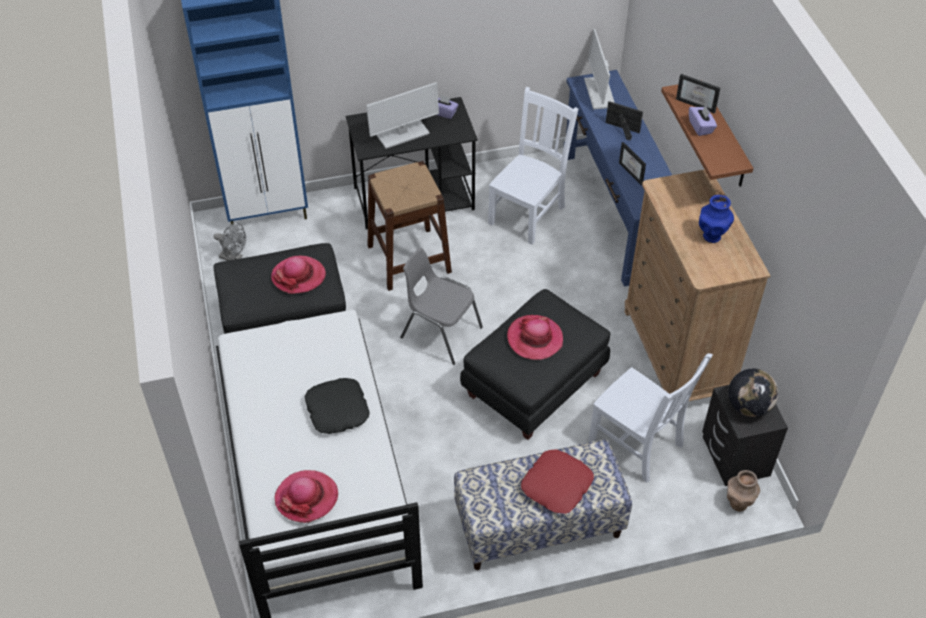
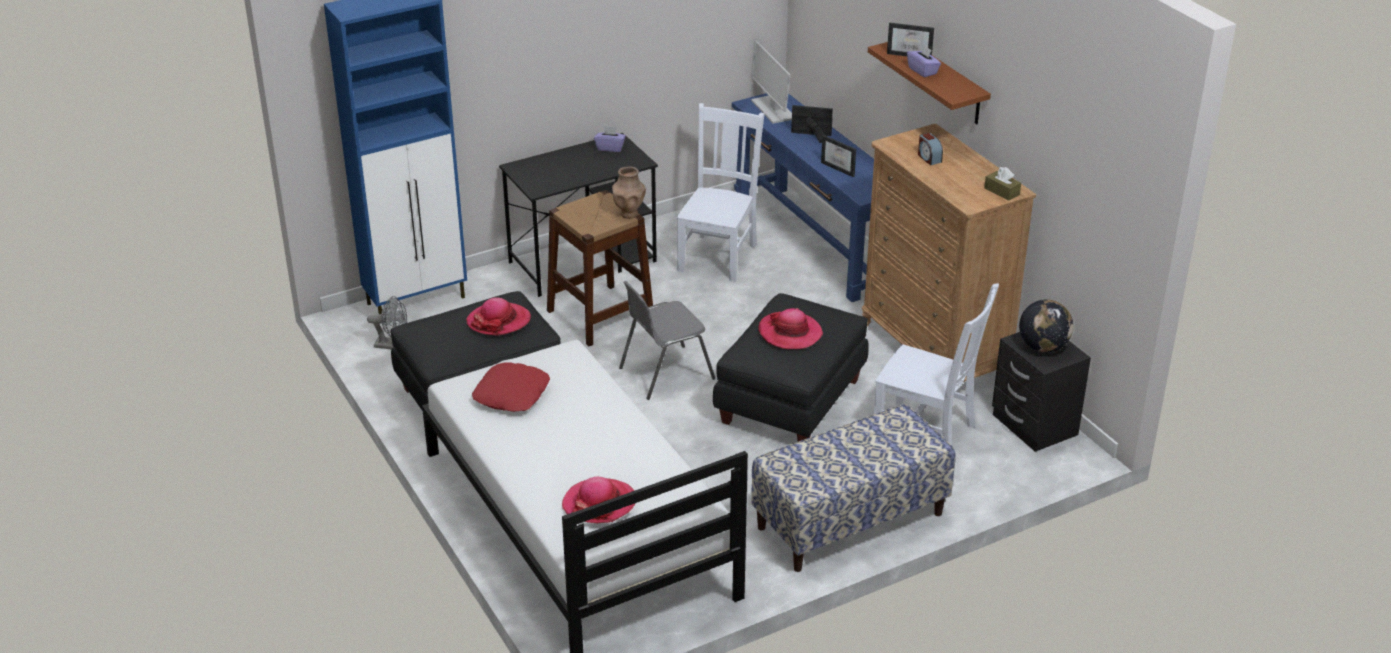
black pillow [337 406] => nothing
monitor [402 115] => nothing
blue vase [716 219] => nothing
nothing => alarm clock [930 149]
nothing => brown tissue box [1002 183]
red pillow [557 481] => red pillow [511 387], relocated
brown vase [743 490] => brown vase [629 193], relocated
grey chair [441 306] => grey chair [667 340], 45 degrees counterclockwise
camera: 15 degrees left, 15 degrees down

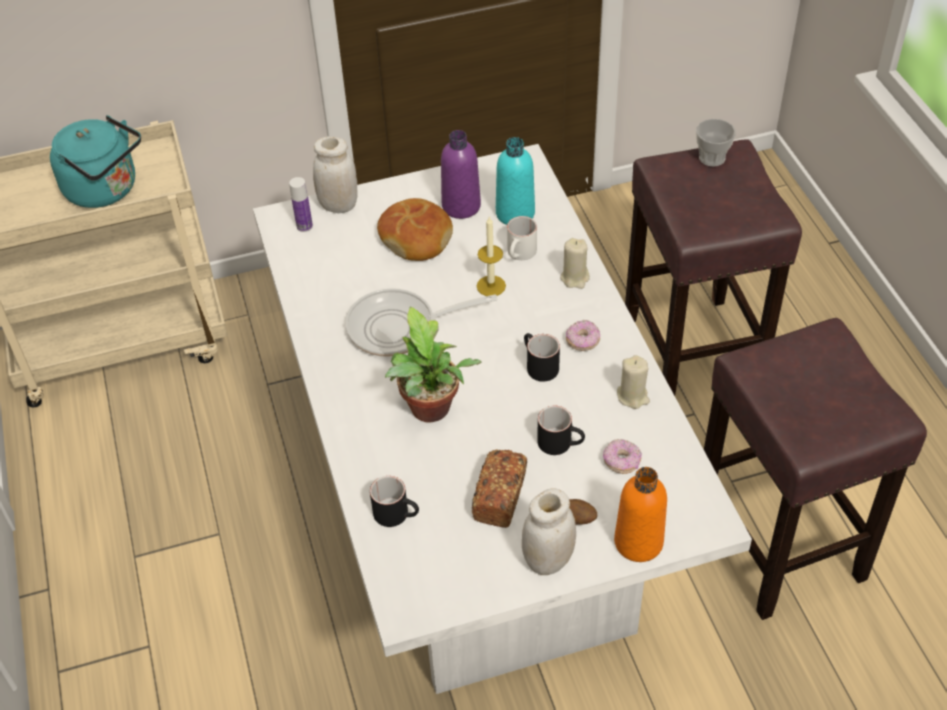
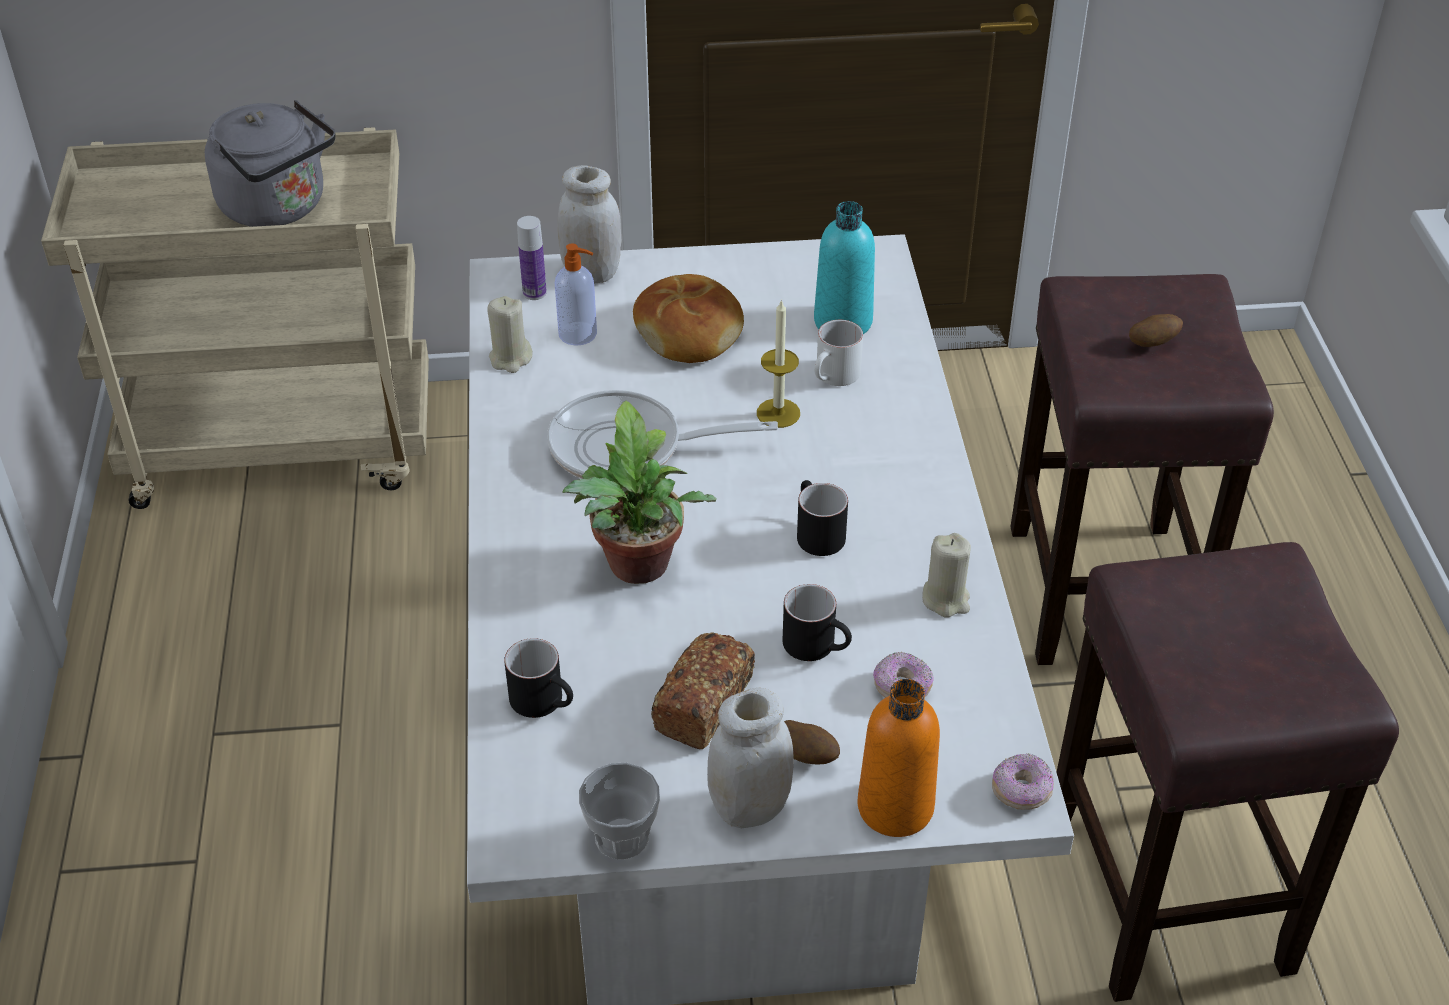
purple bottle [461 174] => nothing
nothing => soap dispenser [576 294]
nothing => potato [1156 330]
beige candle [575 263] => beige candle [510 334], relocated
donut [583 335] => donut [1023 781], relocated
cup [716 143] => cup [619 811], relocated
turquoise kettle [95 161] => grey kettle [270 163]
camera: 10 degrees right, 5 degrees down

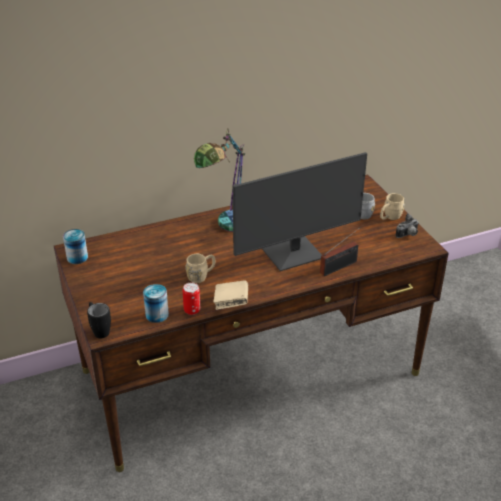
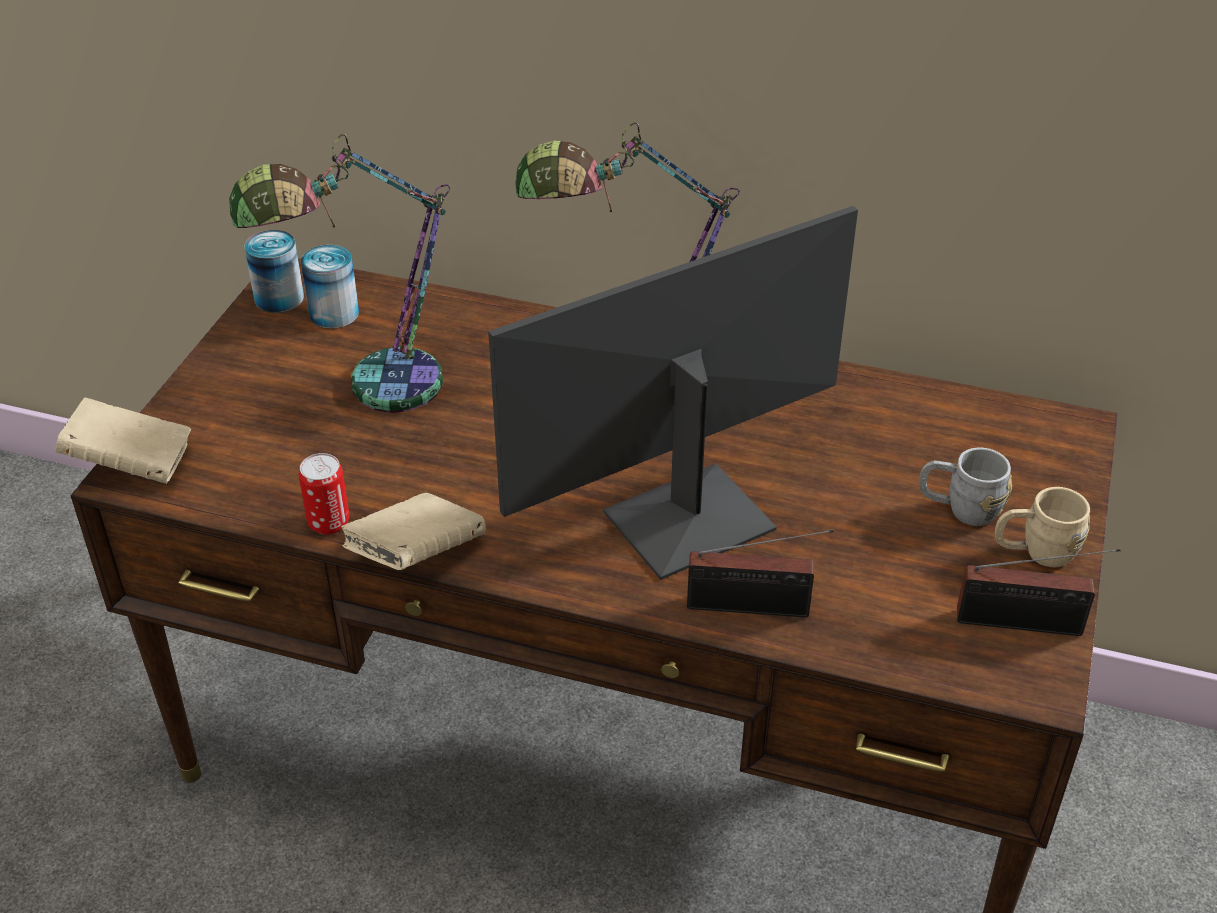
beige mug [200 268] => nothing
nothing => table lamp [339 273]
can [156 303] => can [330 287], relocated
black mug [99 320] => beige book [123 441]
photo camera [406 225] => radio [1038 592]
monitor [300 211] => monitor [673 393], 135 degrees clockwise
camera: 40 degrees right, 5 degrees up

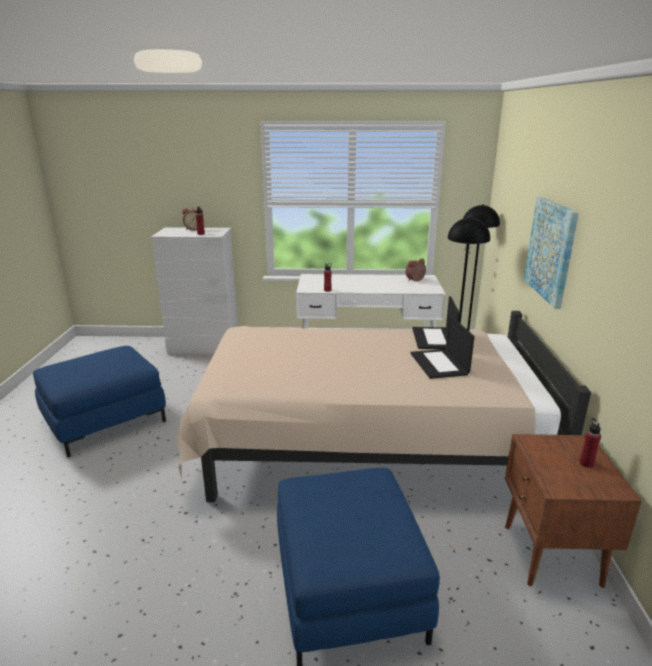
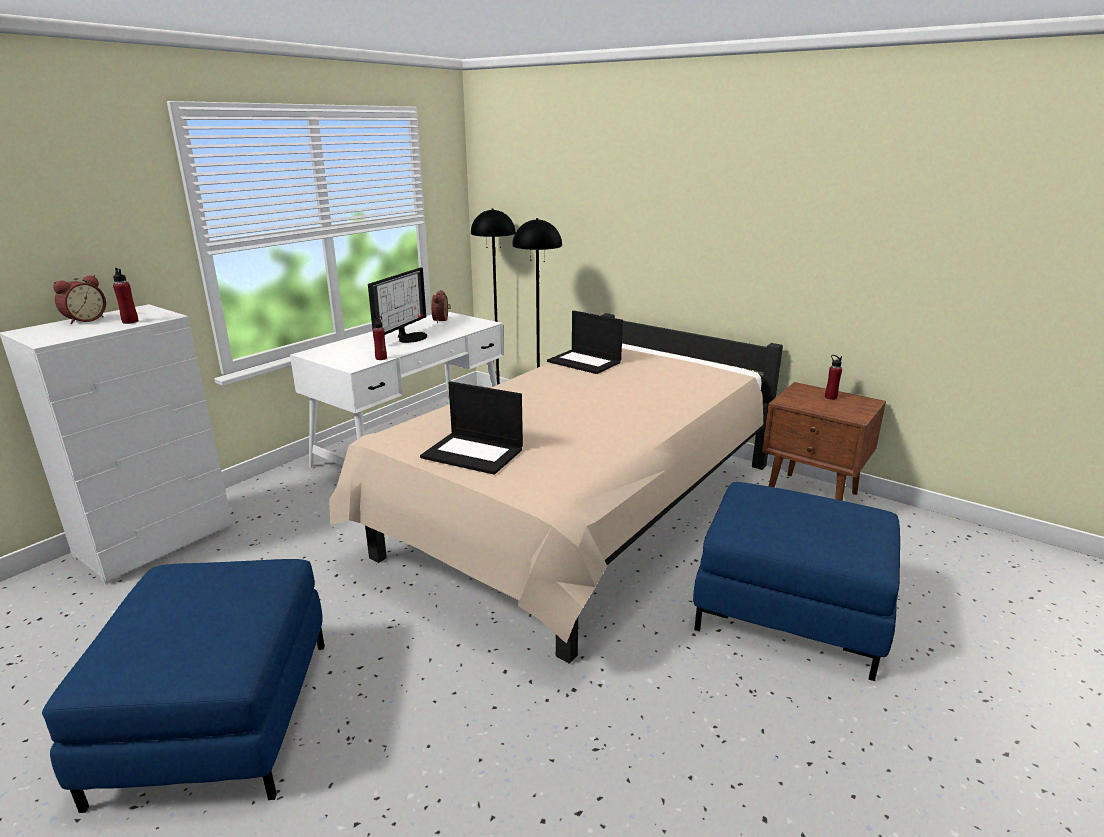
picture [551 253] => nothing
nothing => monitor [397 305]
laptop [442 347] => laptop [471 428], relocated
camera: 55 degrees left, 0 degrees up

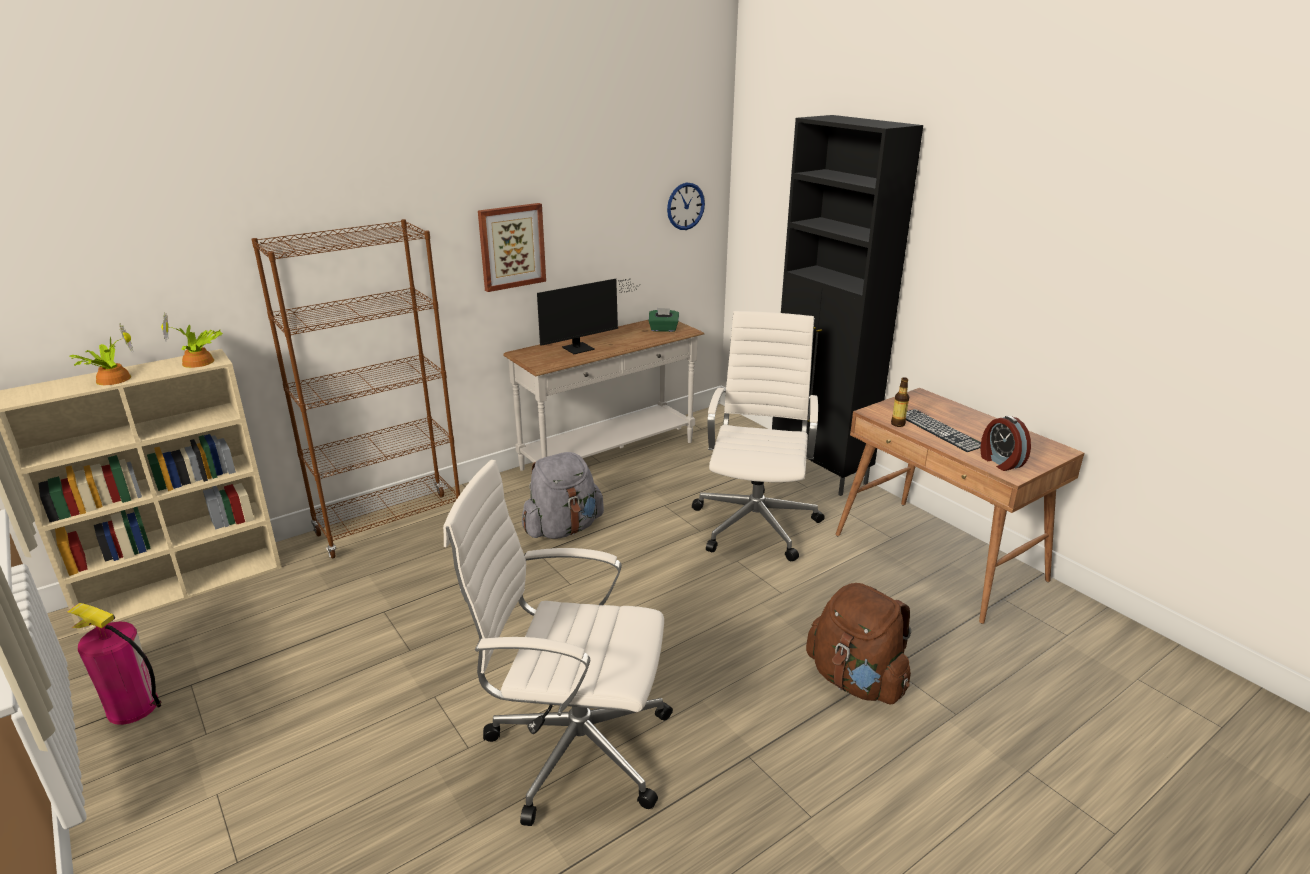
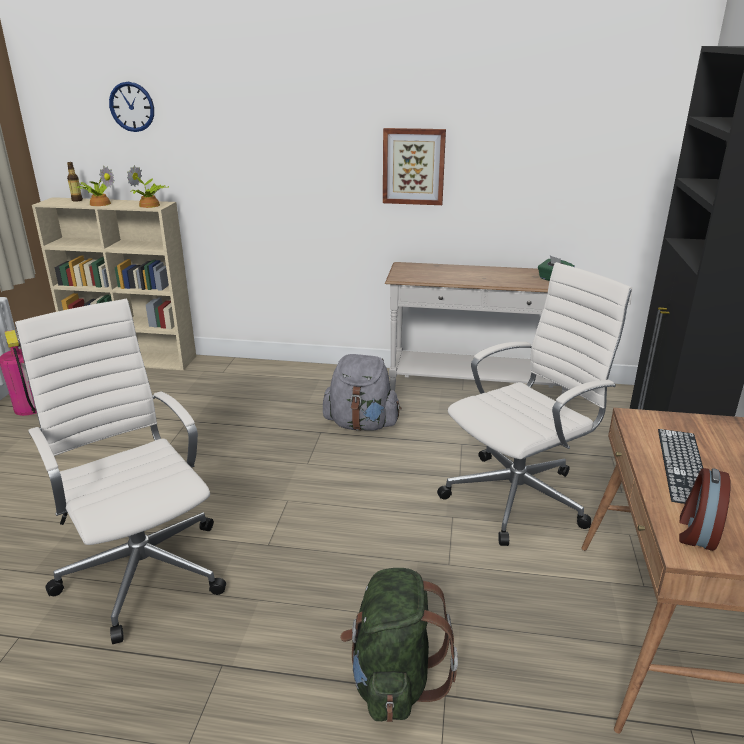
brown bookcase [356 389] => nothing
monitor [589 316] => nothing
wall clock [686 206] => wall clock [131 107], relocated
bottle [900 402] => bottle [75 182], relocated
brown backpack [858 643] => green backpack [399 645]
camera: 45 degrees right, 0 degrees up

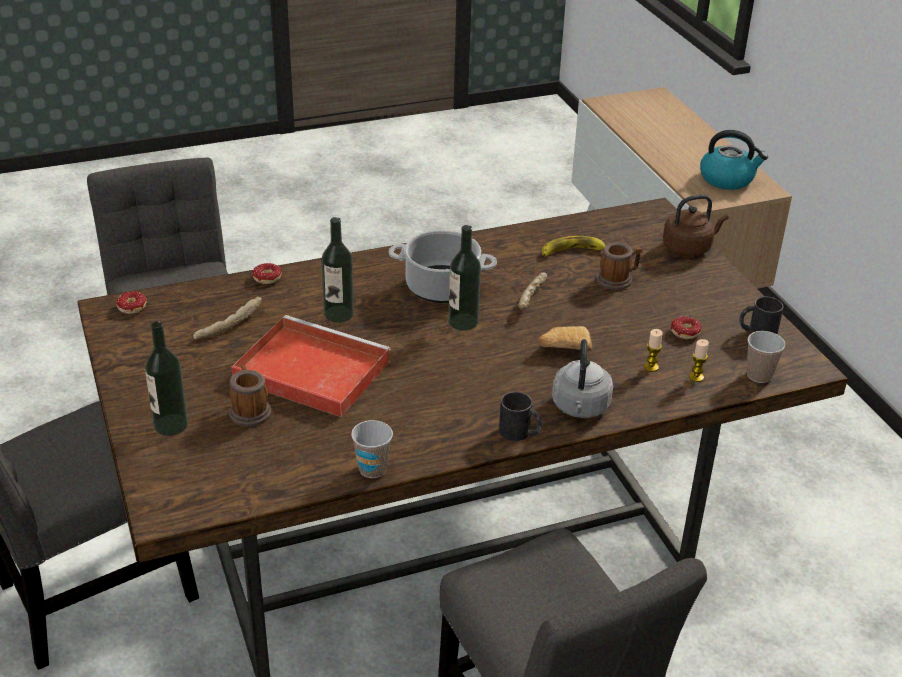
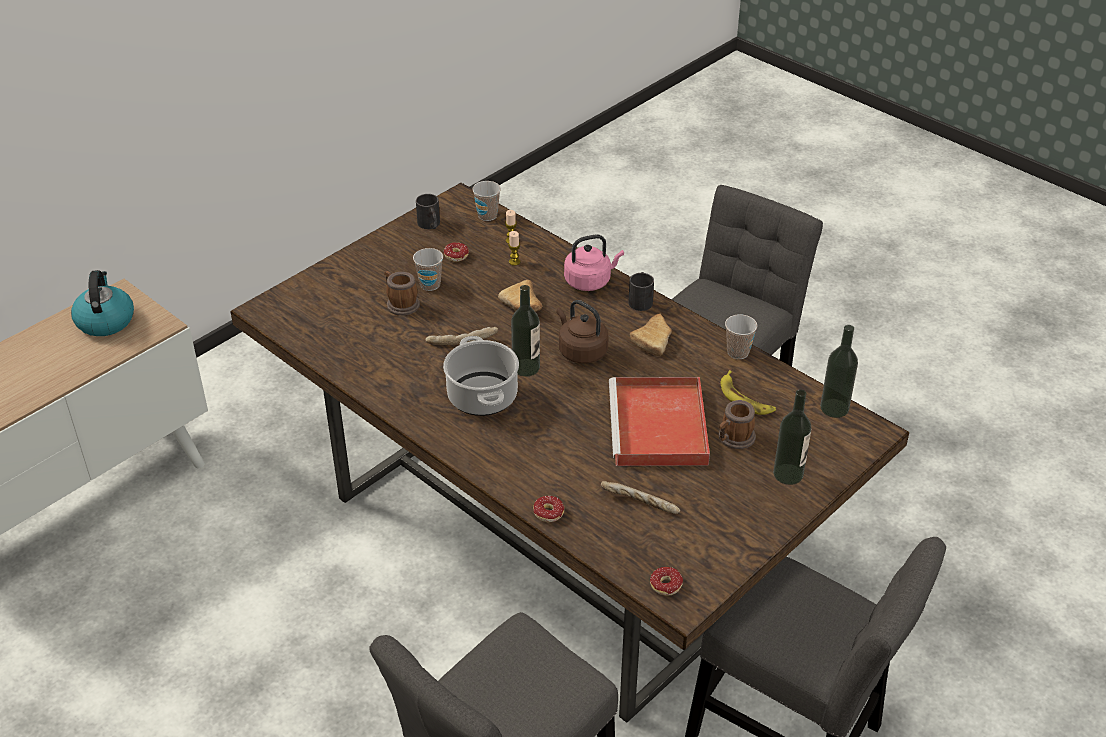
nothing => cup [428 269]
nothing => bread [651 334]
bottle [337 270] => bottle [839 371], relocated
banana [573 246] => banana [748 392], relocated
brown kettle [696 226] => brown kettle [582 331], relocated
grey kettle [582 378] => pink kettle [594 262]
camera: 115 degrees left, 5 degrees up

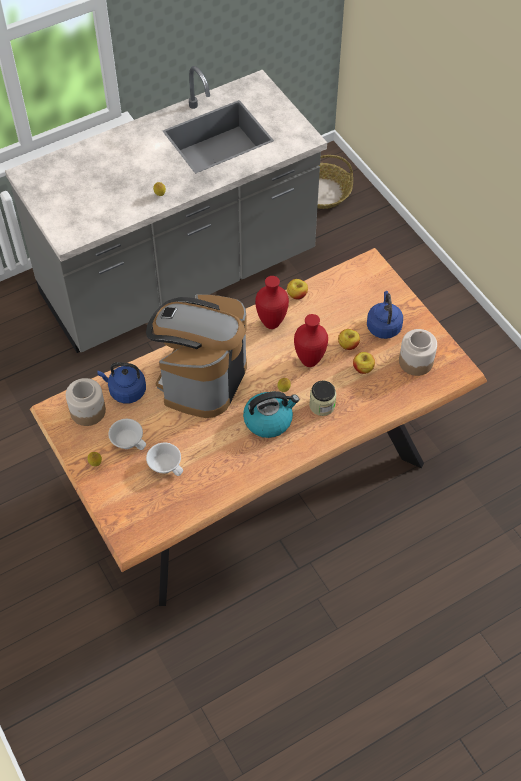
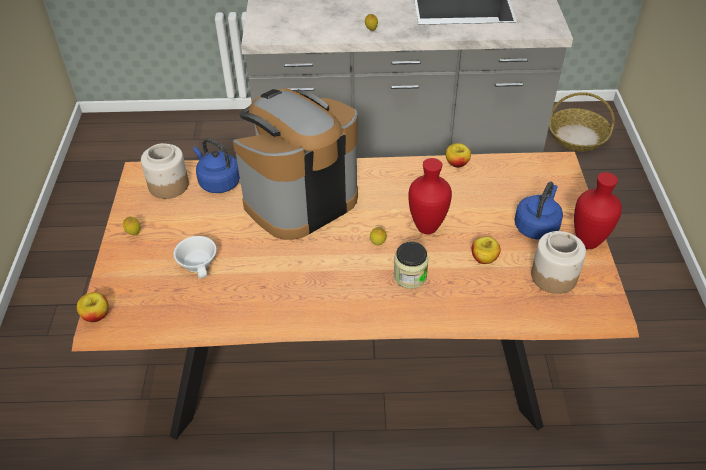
white cup [127 434] => nothing
kettle [271 414] => nothing
red vase [272 302] => red vase [598 210], relocated
apple [349 339] => apple [93 307], relocated
camera: 30 degrees right, 10 degrees down

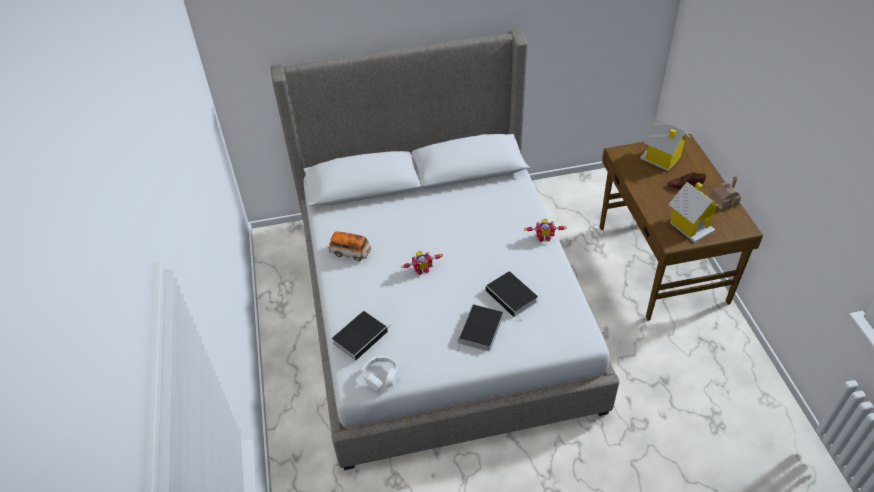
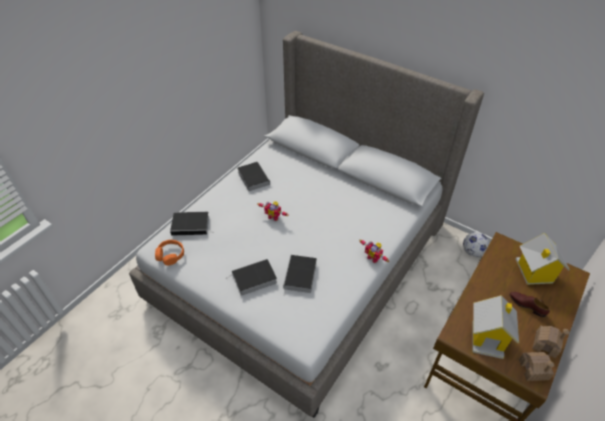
nothing => football [476 244]
nothing => toy house [536 366]
toy car [349 246] => book [253 176]
white headphones [380 373] => orange headphones [169 253]
camera: 45 degrees right, 0 degrees up

